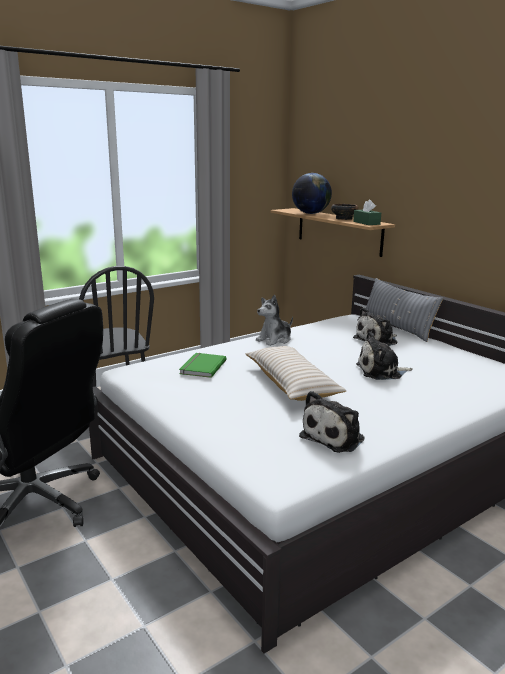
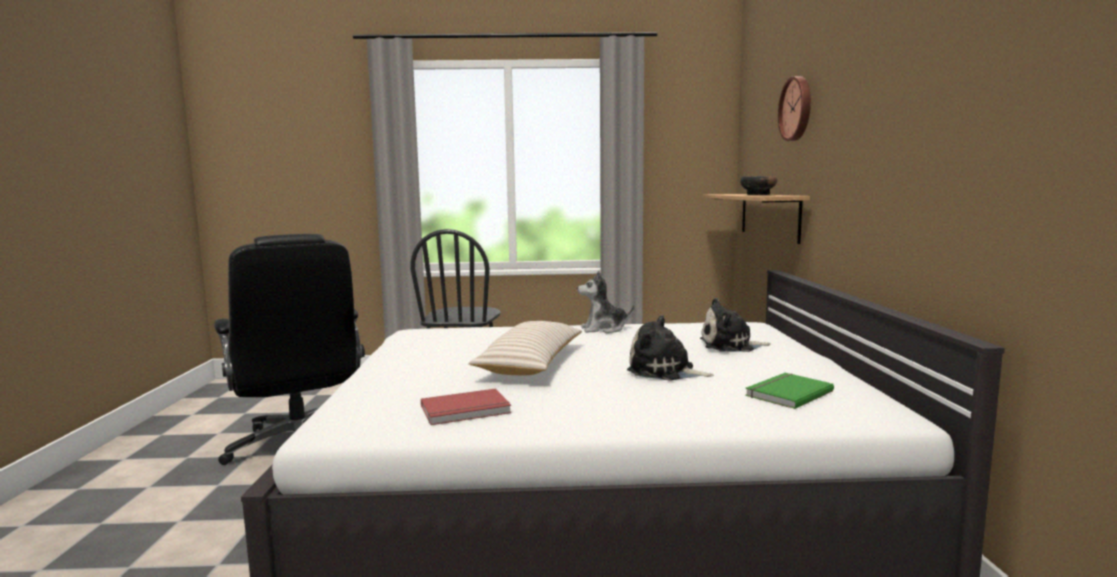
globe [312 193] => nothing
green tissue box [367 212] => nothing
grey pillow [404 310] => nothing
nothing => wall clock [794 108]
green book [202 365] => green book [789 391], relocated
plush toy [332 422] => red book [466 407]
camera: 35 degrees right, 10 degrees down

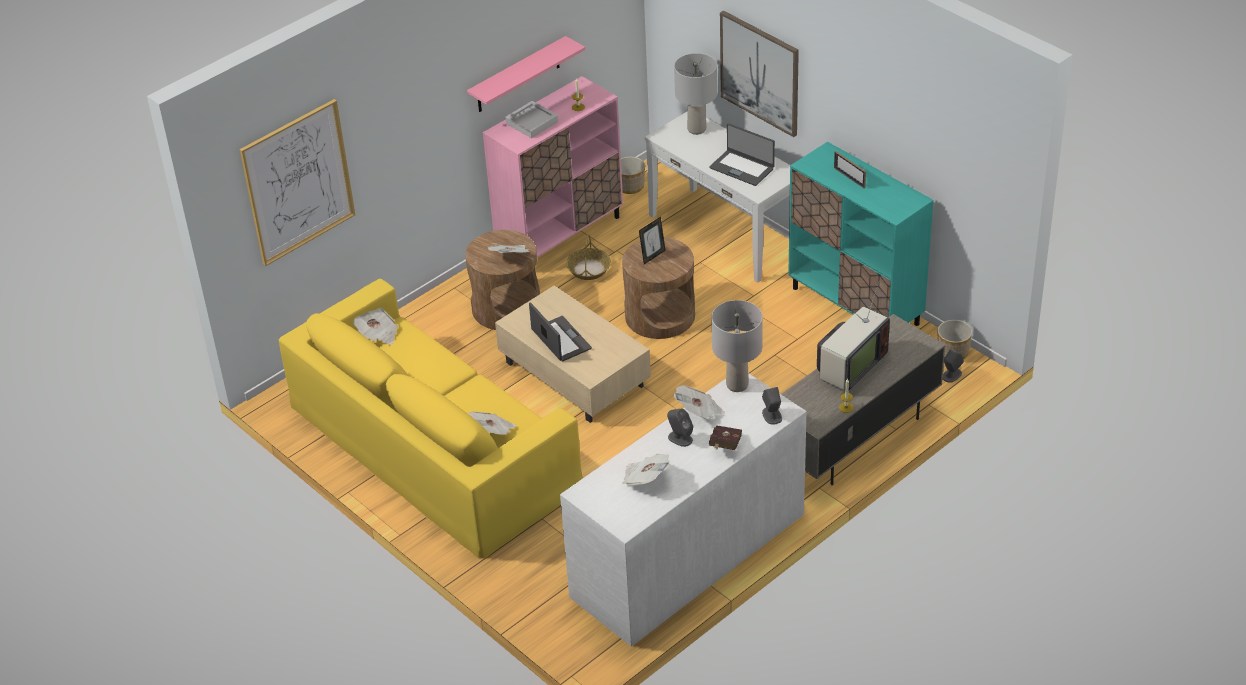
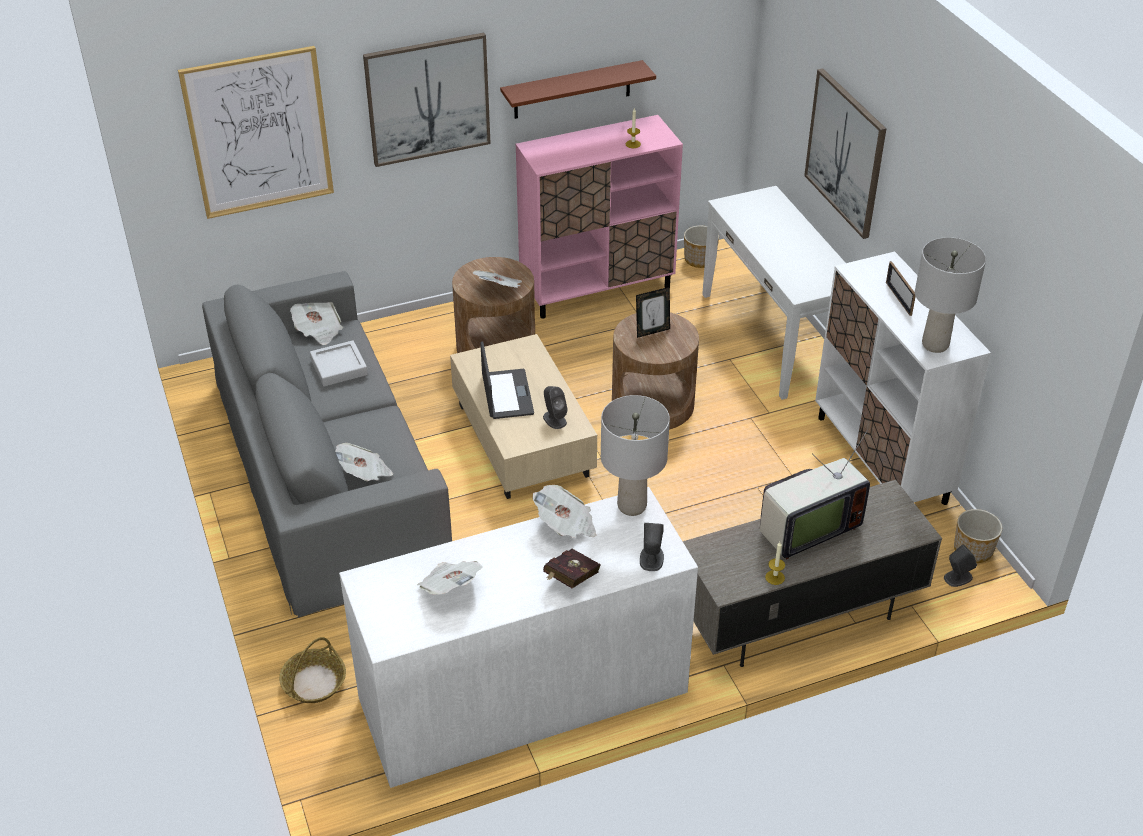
laptop [742 154] => nothing
nothing => picture [427 100]
grey tray [532 119] => grey tray [339 363], relocated
basket [588 257] => basket [312 670], relocated
grey speaker [680 428] => grey speaker [555 407], relocated
grey table lamp [695 94] => grey table lamp [950 295], relocated
yellow sofa [431 419] => grey sofa [327 444]
pink shelf [526 74] => brown shelf [578 89]
turquoise cabinet [861 234] => white cabinet [903 378]
camera: 20 degrees right, 0 degrees up

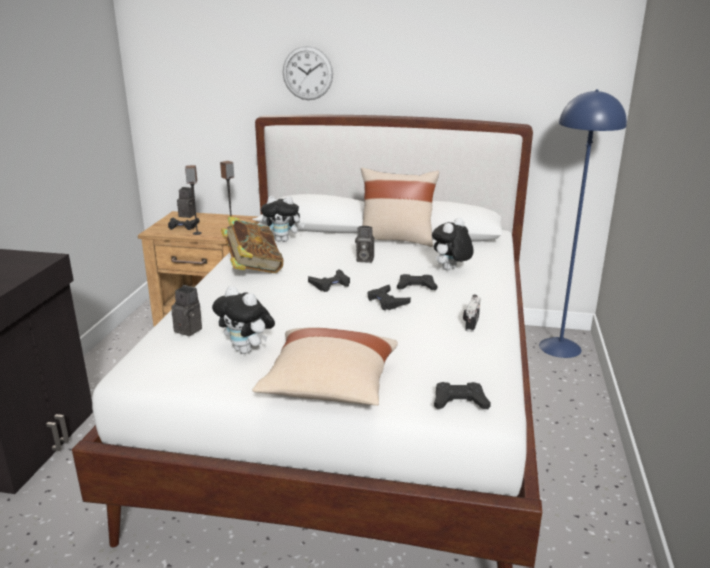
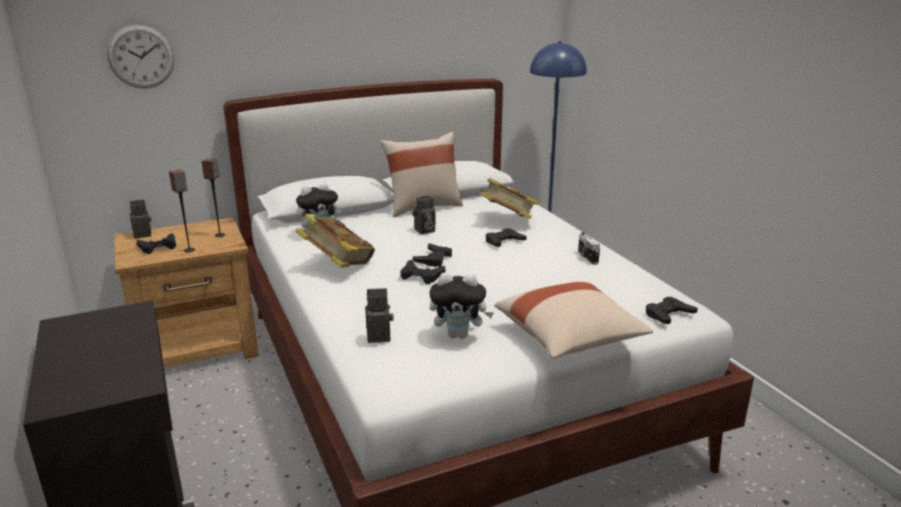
wall clock [308 73] => wall clock [140 56], relocated
black game controller [389 297] => black game controller [423 272], relocated
plush toy [453 244] => book [509 198]
camera: 35 degrees left, 0 degrees up

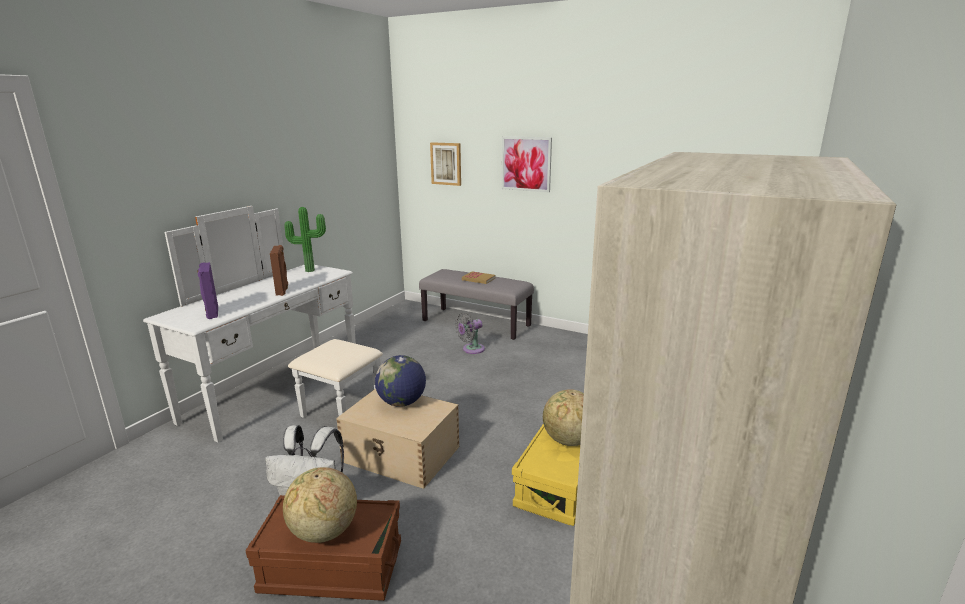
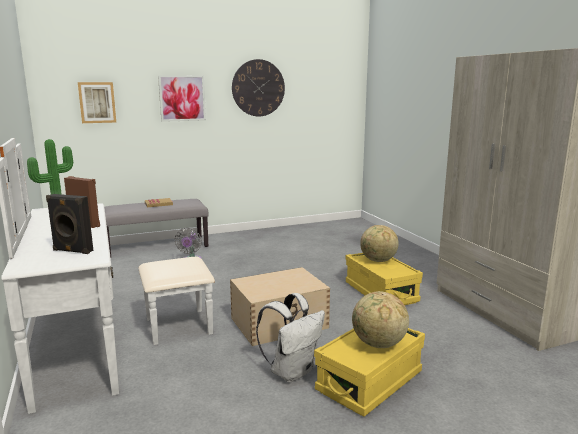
globe [400 381] => nothing
nothing => wall clock [258 88]
purple speaker [208 290] => black speaker [69 224]
brown storage box [323 548] => yellow storage box [369 372]
camera: 50 degrees left, 5 degrees down

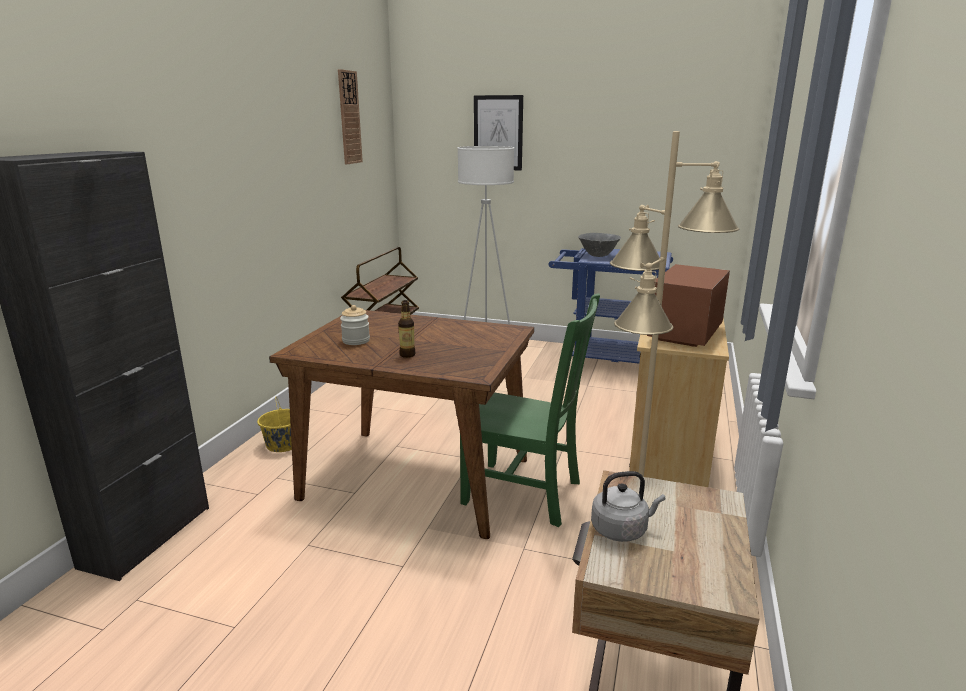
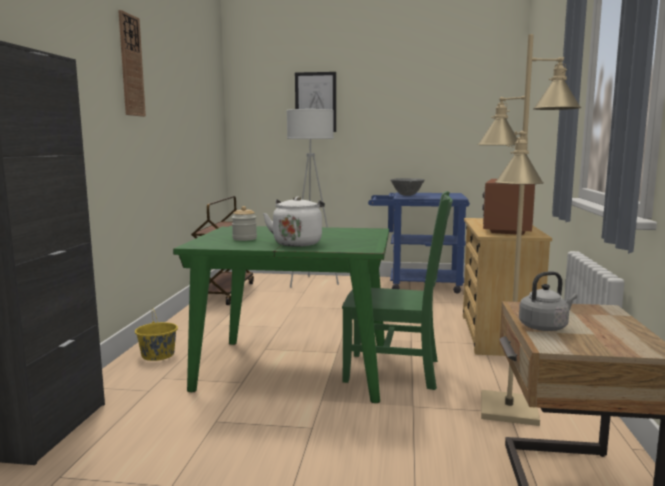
wall clock [350 116] => wall clock [132 63], relocated
bottle [406 329] => white kettle [294 221]
brown dining table [401 424] => green dining table [281 314]
camera: 10 degrees left, 10 degrees down

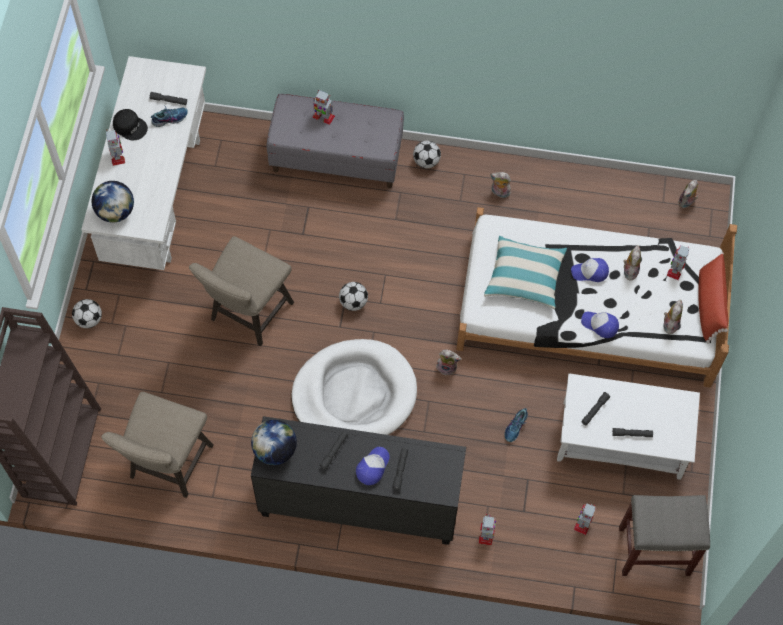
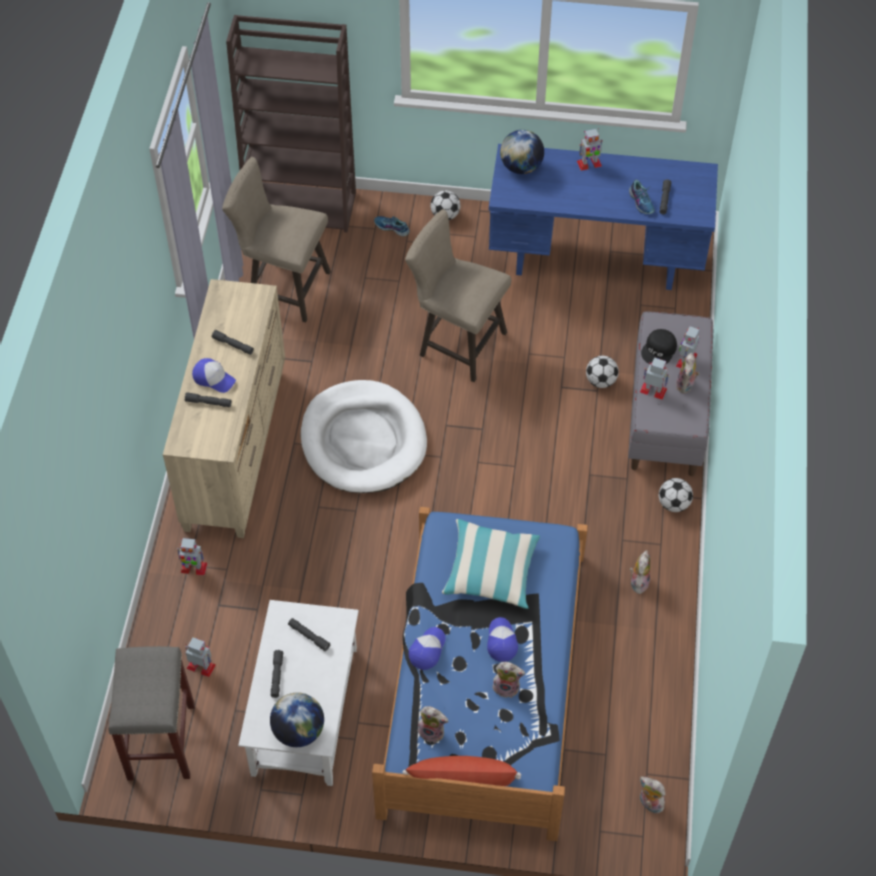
black cap [130 124] => black cap [659 346], relocated
globe [274 442] => globe [297 719], relocated
football [353 296] => football [602 372], relocated
plush toy [448 362] => plush toy [687 373], relocated
shoe [516 425] => shoe [392 226], relocated
toy robot [678 262] => toy robot [654 378], relocated
white desk [143 163] => blue desk [603 217]
black dresser [358 480] => beige dresser [224 408]
white bed [596 297] => blue bed [480 674]
camera: 90 degrees right, 10 degrees down

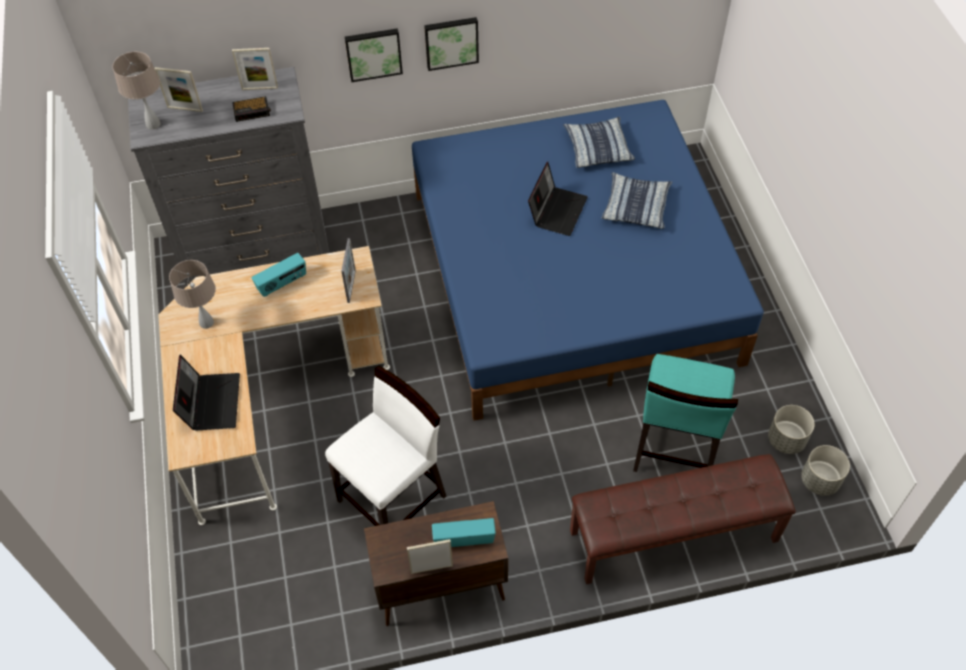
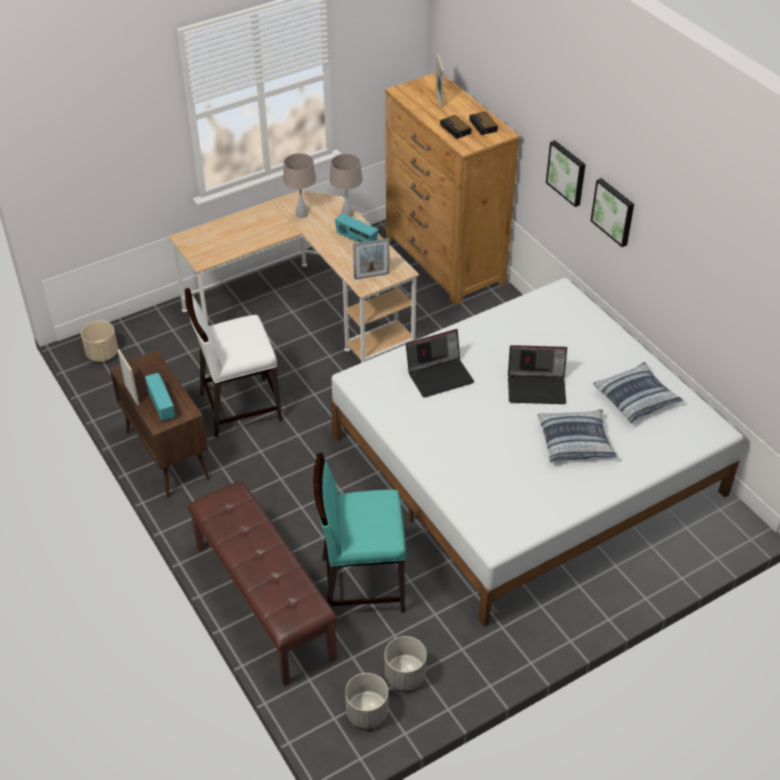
nothing => beige planter [99 341]
beige table lamp [136 90] => beige table lamp [346 185], relocated
laptop [206 392] => laptop [440 363], relocated
picture frame [255 69] => alarm clock [483 123]
grey dresser [228 176] => brown dresser [452 189]
blue bed [588 260] => white bed [537 452]
white chair [385 446] => white chair [233 362], 135 degrees clockwise
camera: 70 degrees right, 10 degrees down

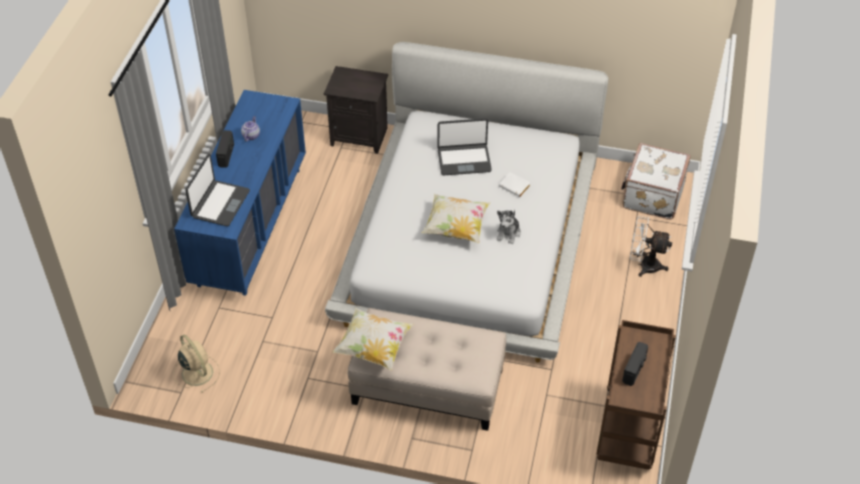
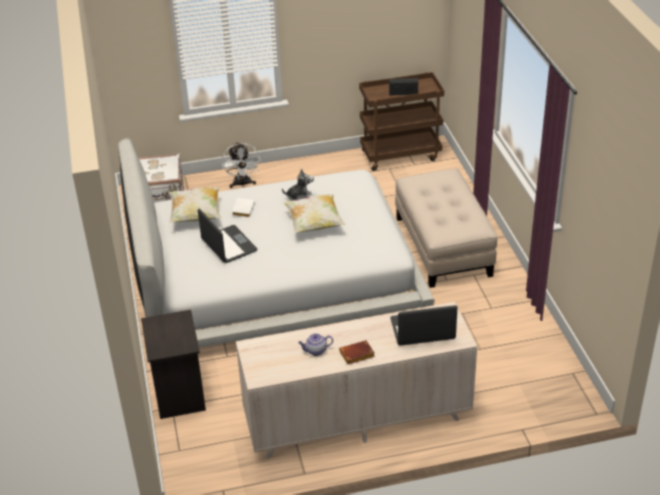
beige fan [196 364] => nothing
pillow [372 339] => pillow [195 205], relocated
radio [225 149] => brown book [357 352]
blue dresser [240 193] => beige dresser [356 380]
camera: 115 degrees left, 10 degrees down

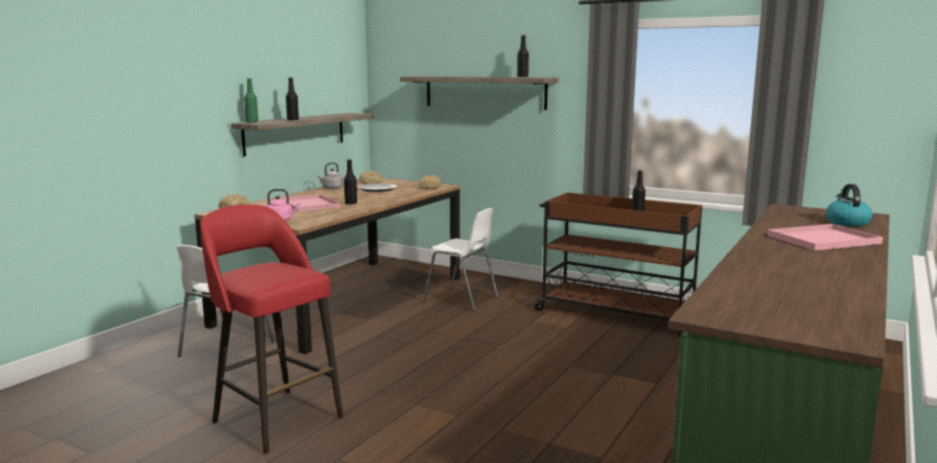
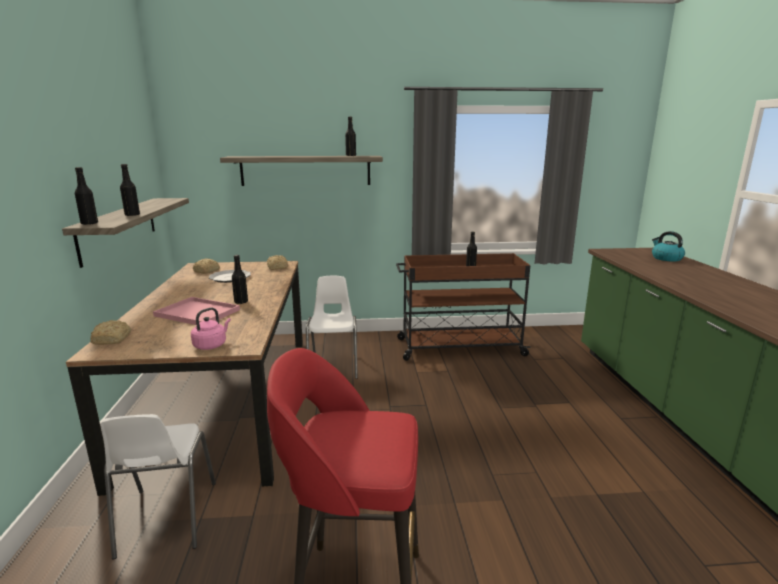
grey kettle [330 175] => nothing
pink tray [825 237] => nothing
green bottle [251 100] => black bottle [86 196]
white chair [460 259] => white chair [332 327], 90 degrees counterclockwise
camera: 35 degrees left, 5 degrees up

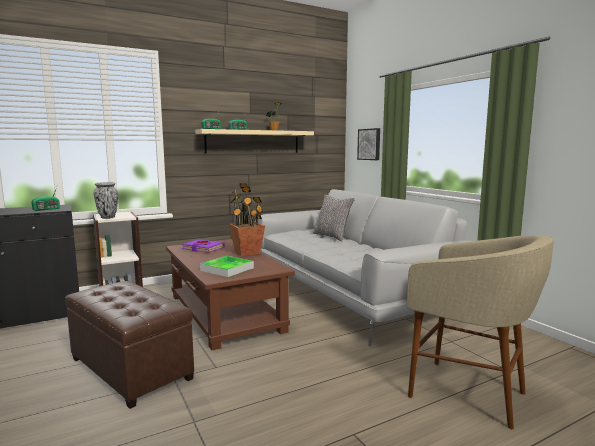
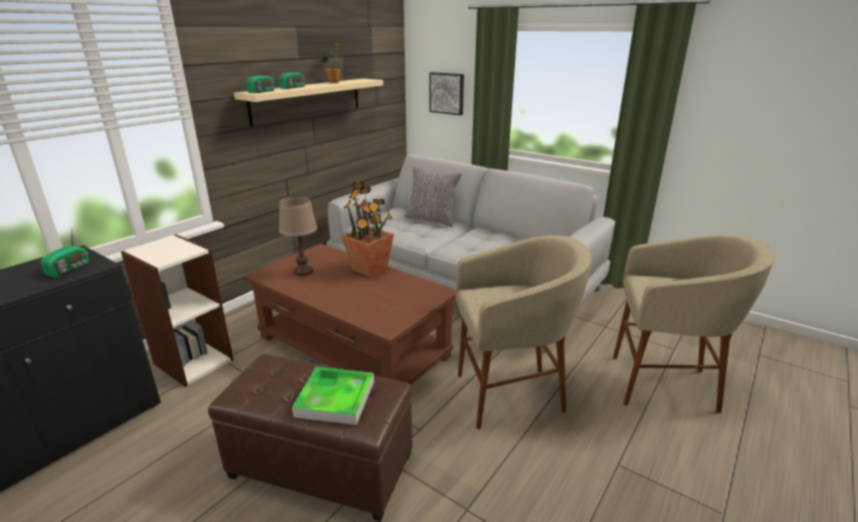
vase [106 200] => nothing
nothing => beige stool [524 332]
tray [227 266] => tray [333 396], relocated
purple book [203 245] => brown table lamp [298 236]
camera: 25 degrees left, 15 degrees up

